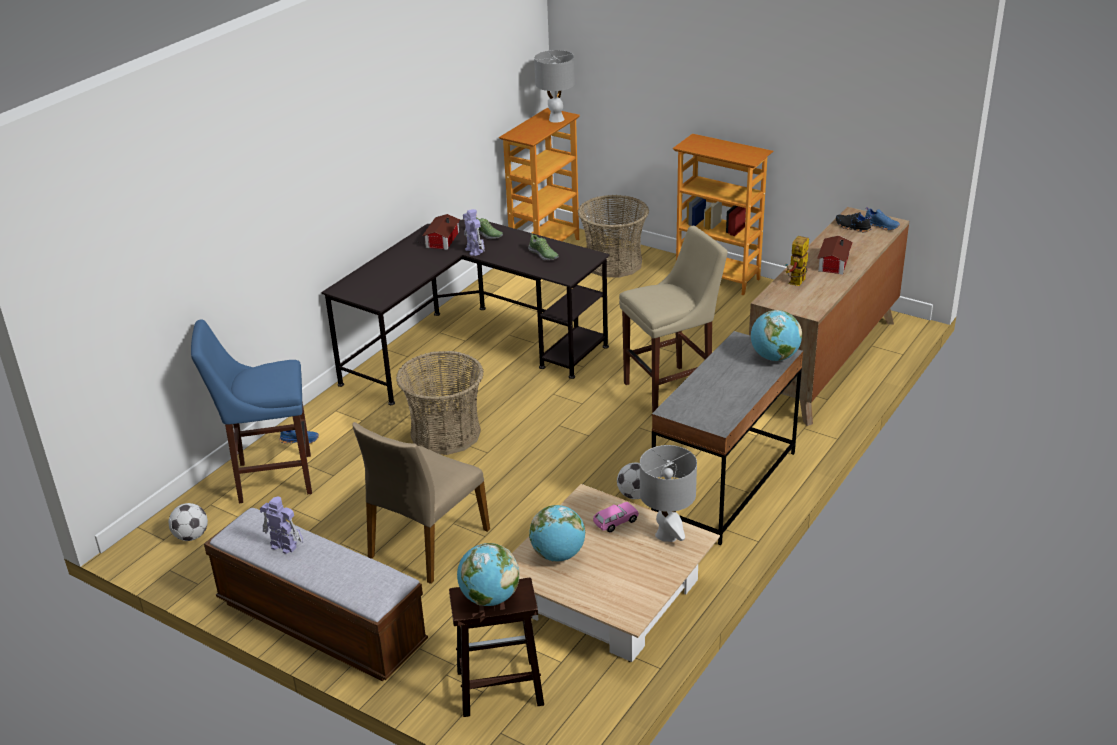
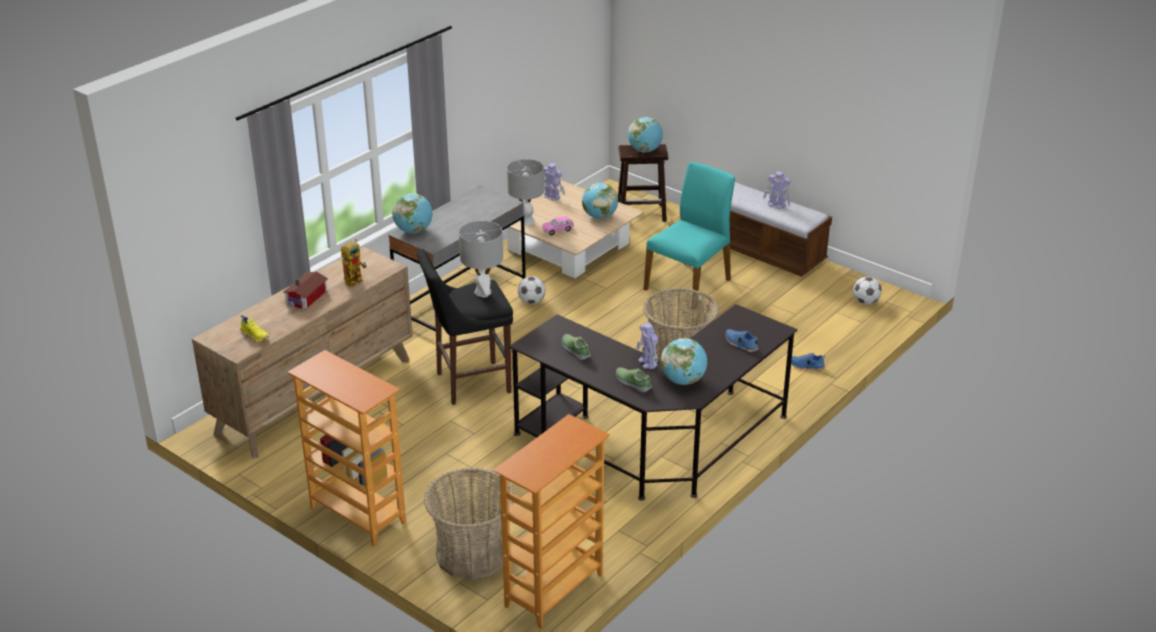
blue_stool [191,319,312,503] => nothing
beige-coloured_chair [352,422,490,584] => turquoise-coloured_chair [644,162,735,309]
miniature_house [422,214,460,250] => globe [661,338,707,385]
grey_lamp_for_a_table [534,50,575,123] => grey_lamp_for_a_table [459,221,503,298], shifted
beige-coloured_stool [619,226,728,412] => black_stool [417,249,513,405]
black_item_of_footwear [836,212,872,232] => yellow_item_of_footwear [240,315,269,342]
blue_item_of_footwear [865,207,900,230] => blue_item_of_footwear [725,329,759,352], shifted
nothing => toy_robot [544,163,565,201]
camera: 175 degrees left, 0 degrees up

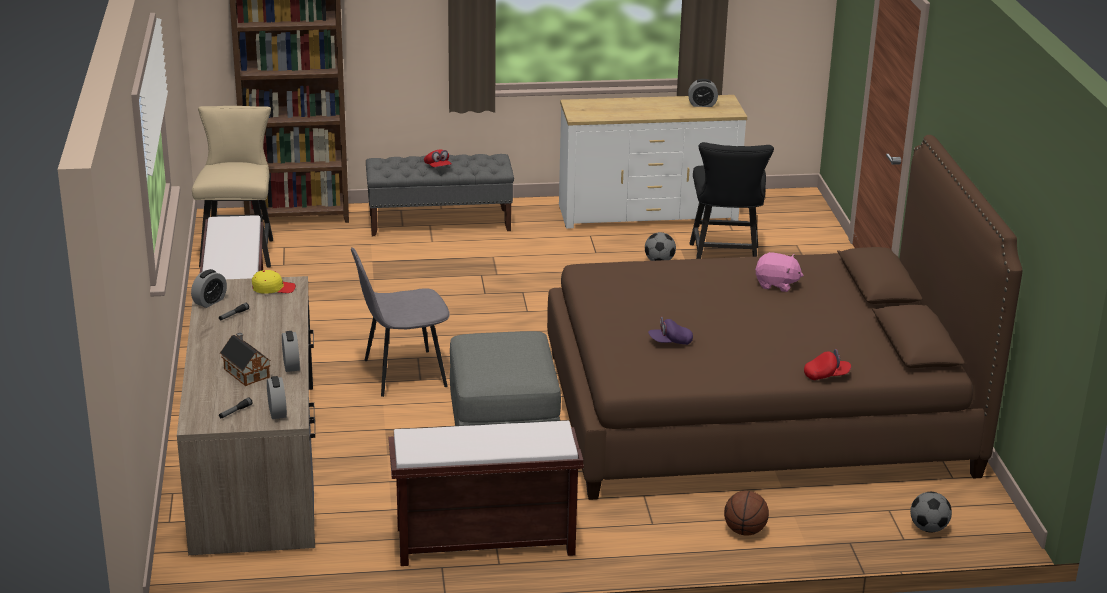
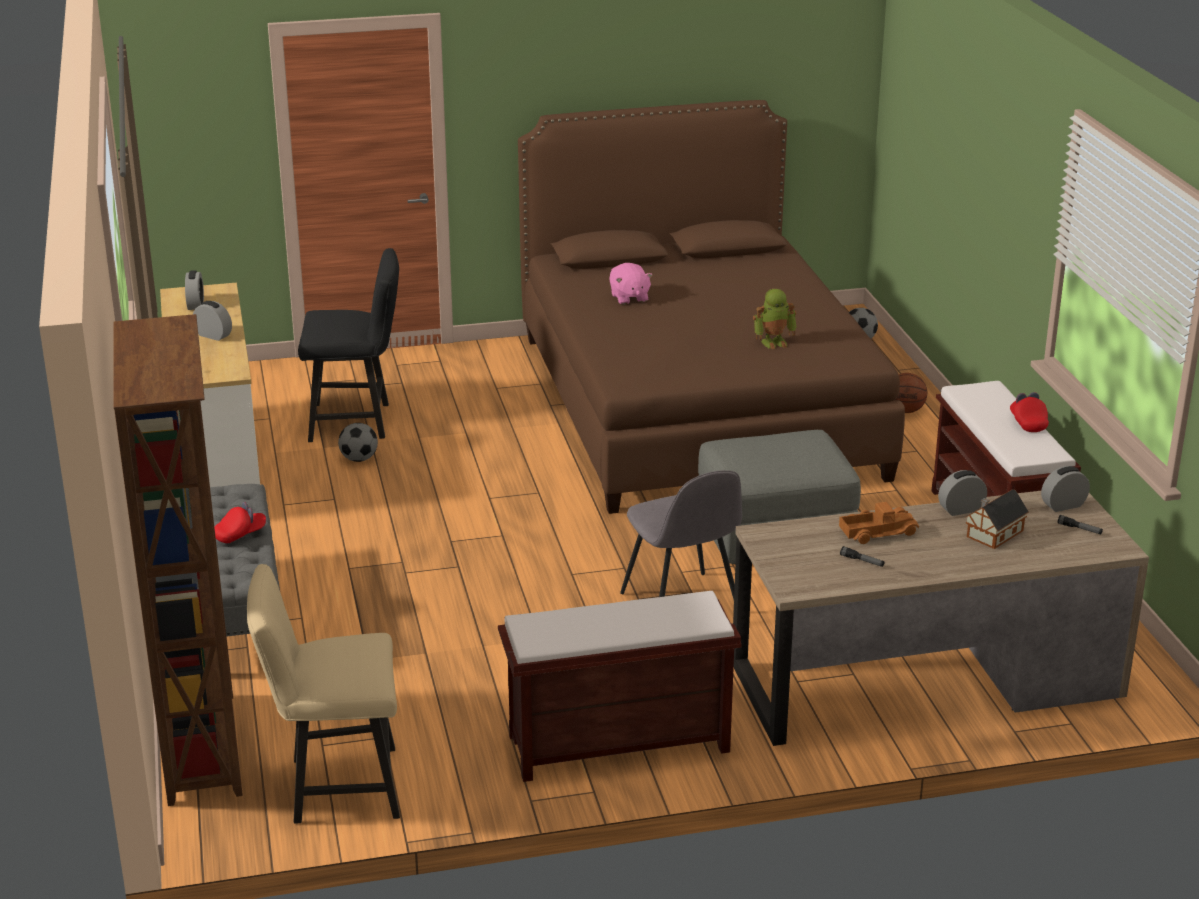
table_clock [191,269,227,308] => table_clock [193,301,232,341], shifted
yellow_cap [252,270,296,294] => nothing
purple-coloured_cap [648,317,693,345] => toy_robot [753,289,796,349]
pinkish_soft_toy [755,252,804,292] => pinkish_soft_toy [609,263,653,305], 150 degrees clockwise
red-coloured_cap [804,349,851,380] => red-coloured_cap [1010,392,1049,432], shifted
nothing => toy_truck [839,502,919,544]
camera: 95 degrees left, 0 degrees up

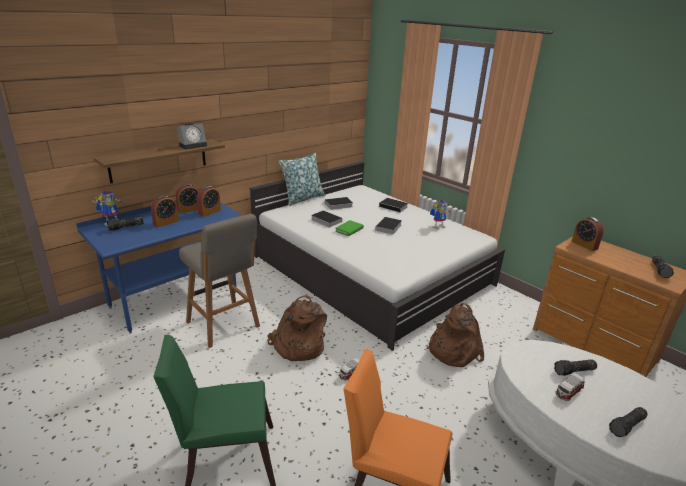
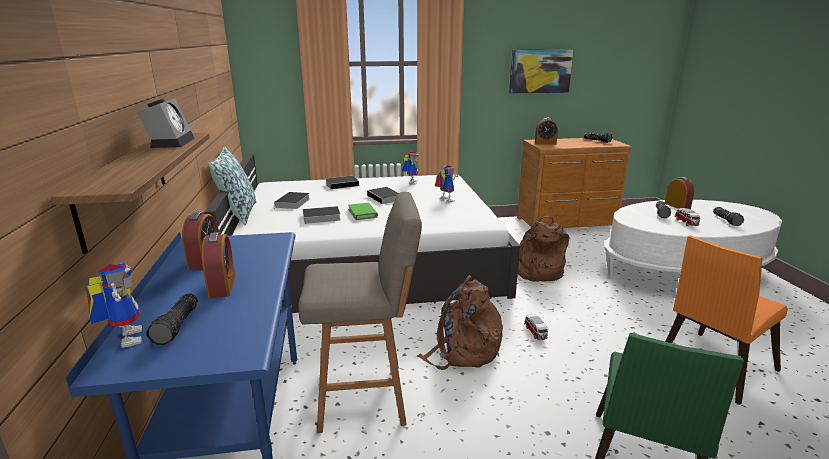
table_clock [197,186,221,217] => table_clock [665,177,695,209], shifted
nothing => toy_robot [435,165,459,202]
nothing => wall_picture [509,49,574,94]
camera: 55 degrees left, 5 degrees down

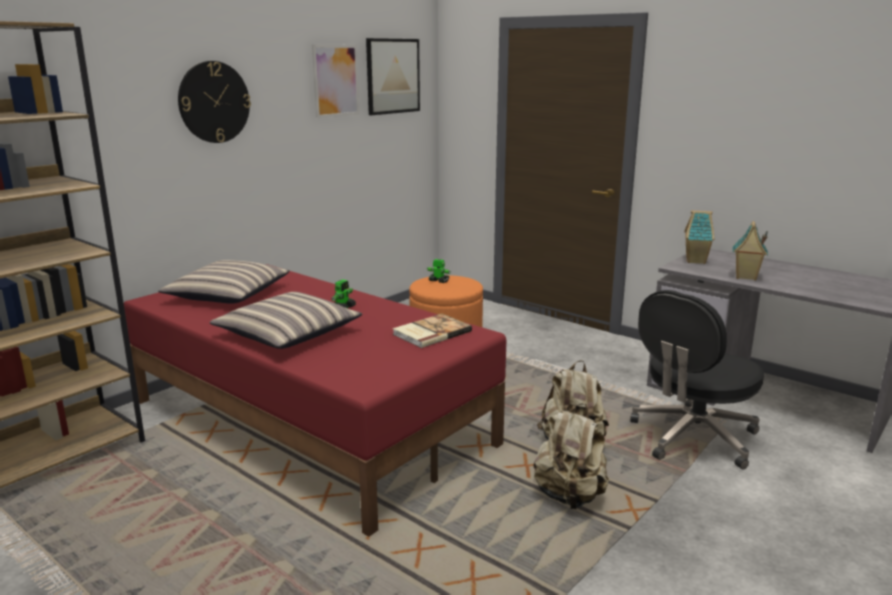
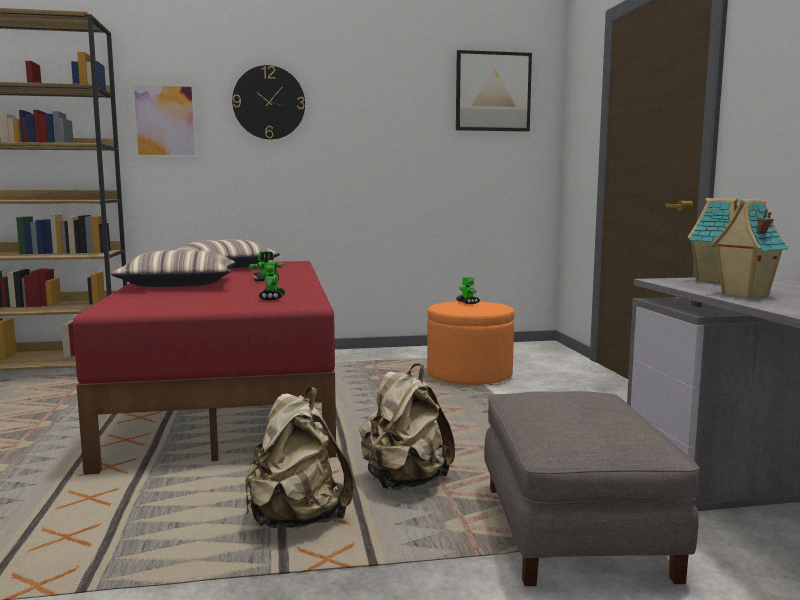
wall_picture [312,44,360,118] => wall_picture [130,82,199,159], shifted
book [393,314,472,348] => toy_robot [258,263,286,301]
black_computer_chair [630,290,764,469] => grey_pouffe [484,391,700,586]
camera: 40 degrees right, 10 degrees down

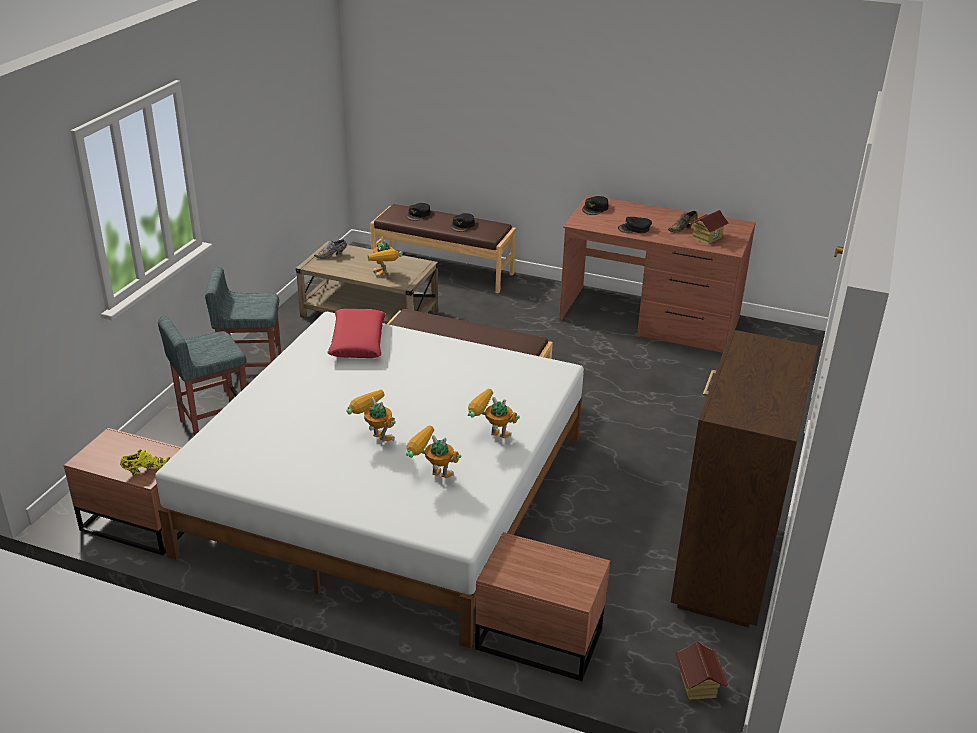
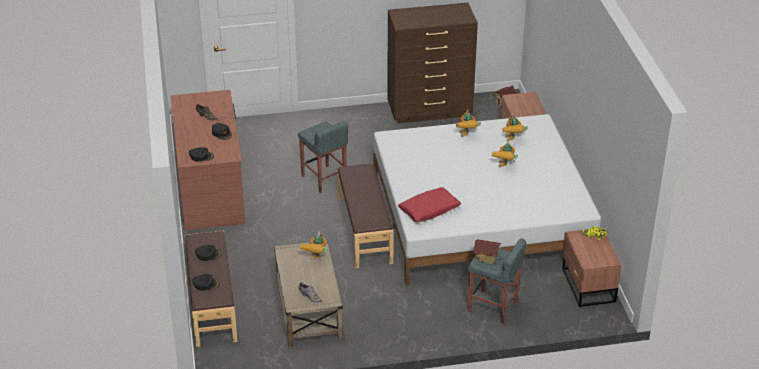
grey_stool [205,267,281,392] => grey_stool [298,121,348,193], shifted
toy_robot [368,237,403,277] => toy_robot [300,231,328,260], 150 degrees clockwise
miniature_house [689,210,729,244] => miniature_house [473,239,501,264], shifted
camera: 120 degrees left, 5 degrees up

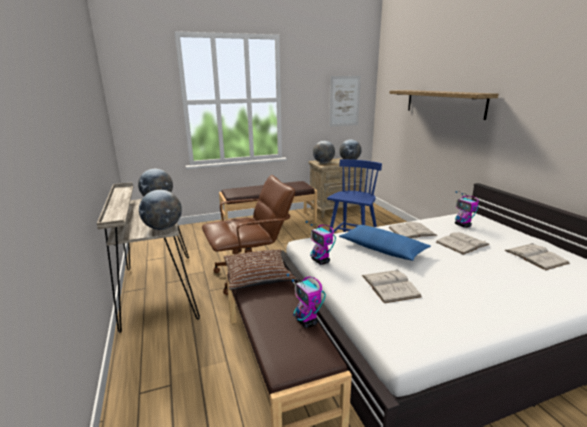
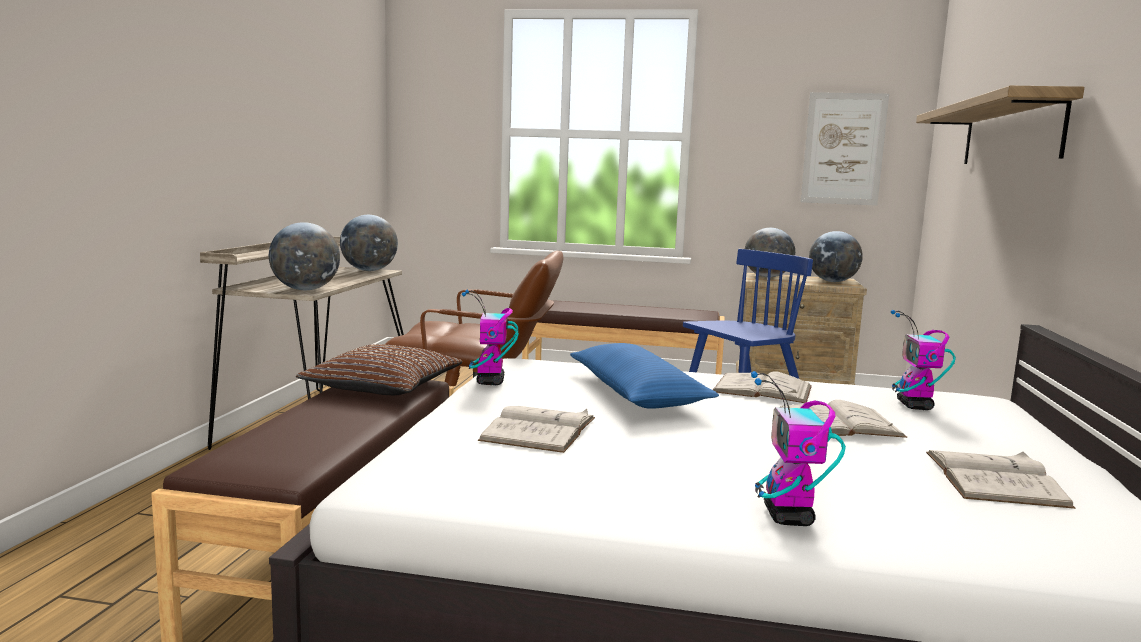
toy_robot [287,274,326,328] => toy_robot [751,371,846,526], shifted
camera: 30 degrees right, 10 degrees down

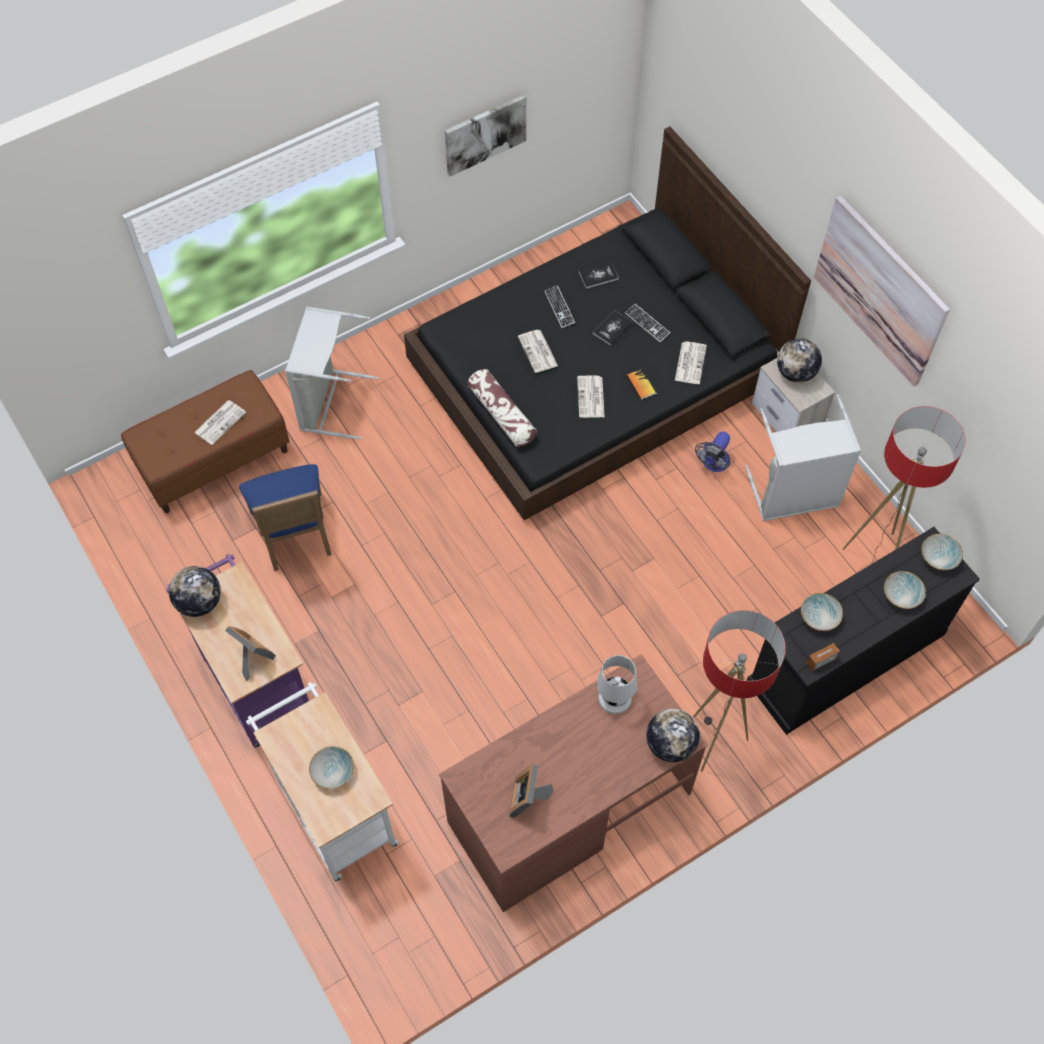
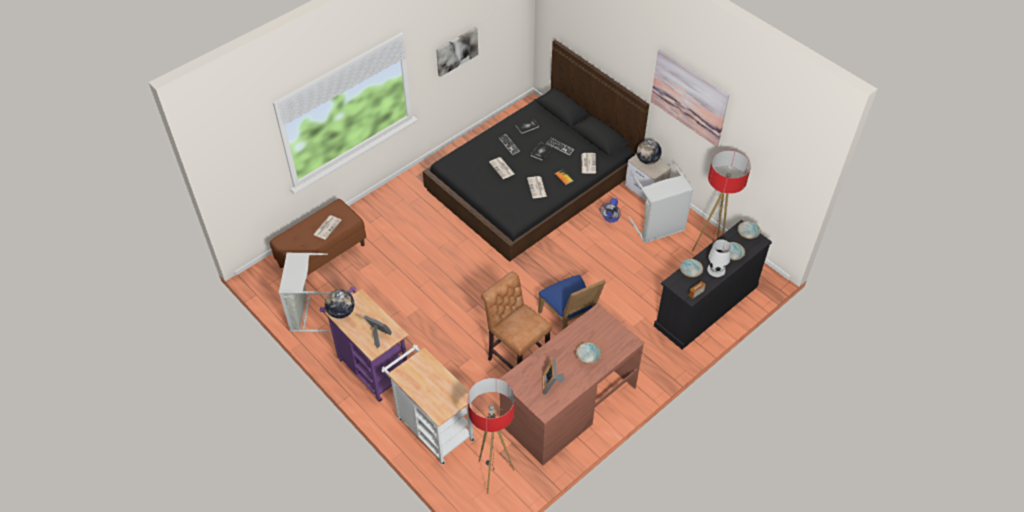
blue_chair [239,464,332,571] => blue_chair [538,275,606,329], shifted
grey_laundry_basket [285,306,379,440] => grey_laundry_basket [279,253,331,332], shifted
bowl [309,746,354,789] => bowl [576,342,601,364], shifted
cushion [467,369,537,447] => nothing
white-coloured_lamp_for_a_table [597,655,637,714] => white-coloured_lamp_for_a_table [707,239,731,277], shifted
globe [646,708,700,762] => nothing
standard_lamp [693,610,786,772] => standard_lamp [468,378,515,494], shifted
nothing => brown_stool [481,271,552,369]
camera: 10 degrees left, 10 degrees down

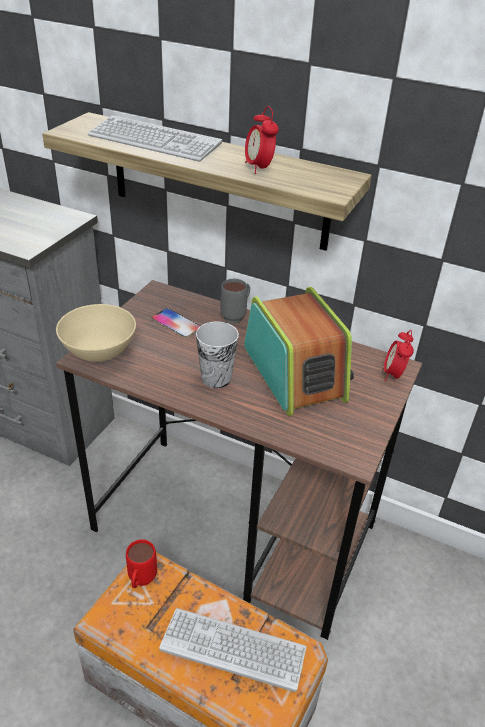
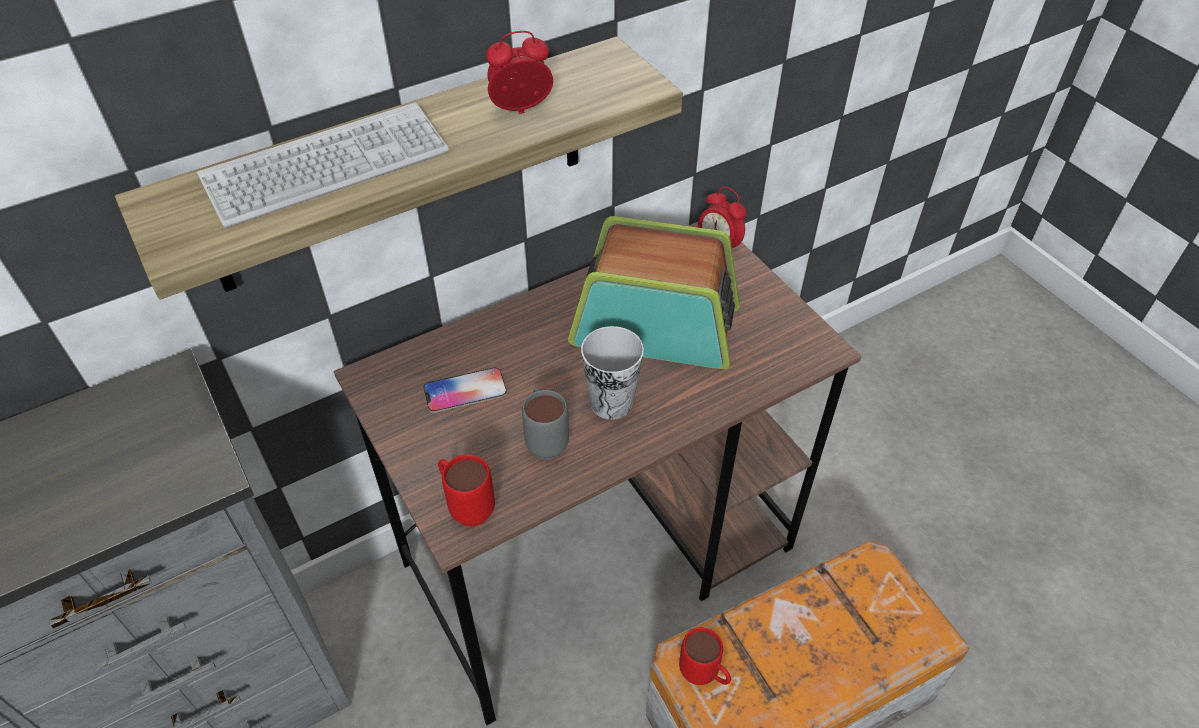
beige-coloured_bowl [56,304,136,362] => red-coloured_coffee_mug [438,454,495,527]
computer_keyboard [159,608,307,692] => nothing
grey_coffee_mug [220,279,250,323] => grey_coffee_mug [522,388,569,460], shifted
table_clock [245,106,279,174] => table_clock [486,31,553,114], 150 degrees clockwise
camera: 55 degrees left, 10 degrees up

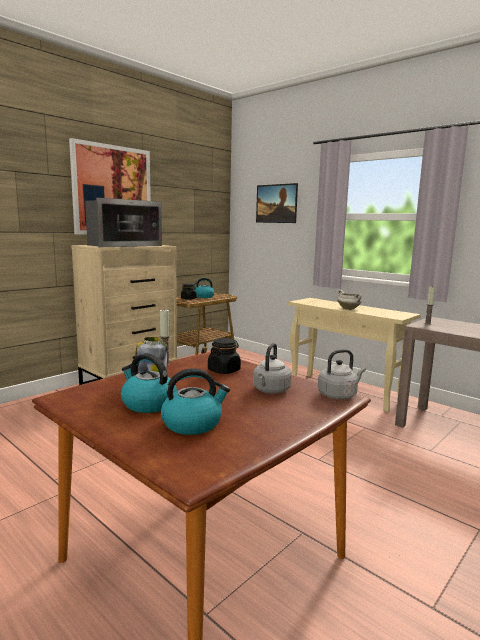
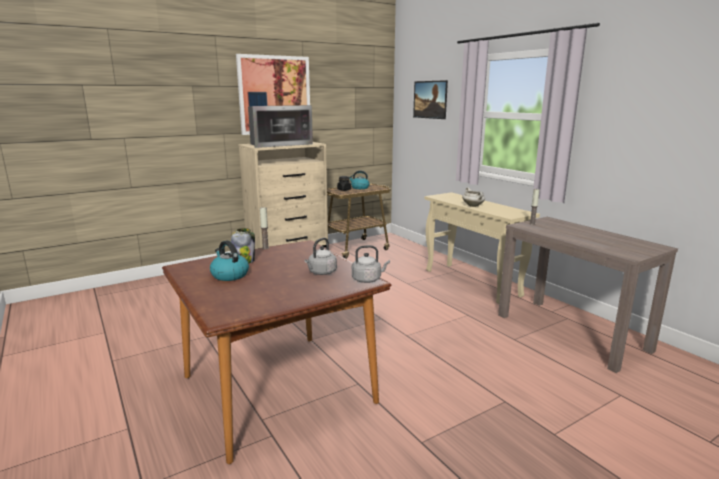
water_kettle [161,368,230,435] => nothing
black_jar [208,338,241,374] => nothing
camera: 15 degrees right, 5 degrees up

